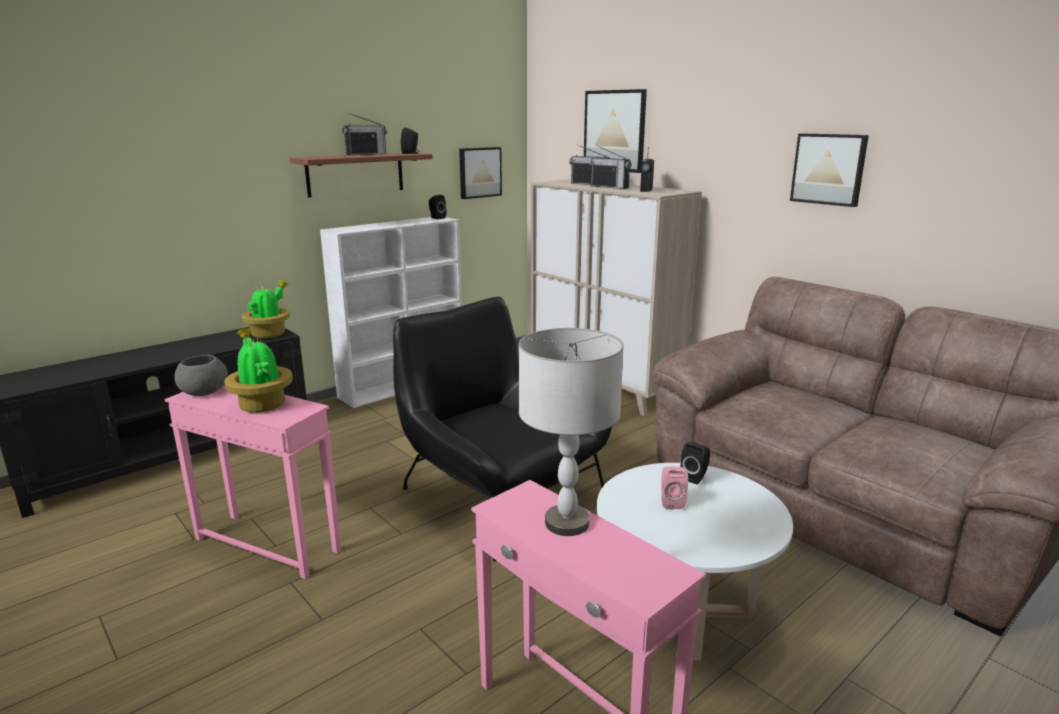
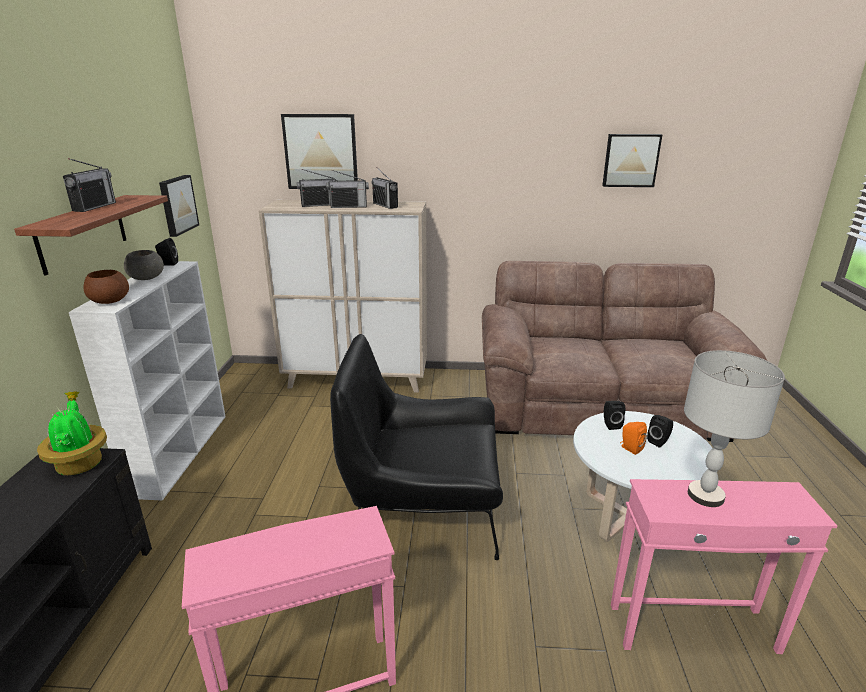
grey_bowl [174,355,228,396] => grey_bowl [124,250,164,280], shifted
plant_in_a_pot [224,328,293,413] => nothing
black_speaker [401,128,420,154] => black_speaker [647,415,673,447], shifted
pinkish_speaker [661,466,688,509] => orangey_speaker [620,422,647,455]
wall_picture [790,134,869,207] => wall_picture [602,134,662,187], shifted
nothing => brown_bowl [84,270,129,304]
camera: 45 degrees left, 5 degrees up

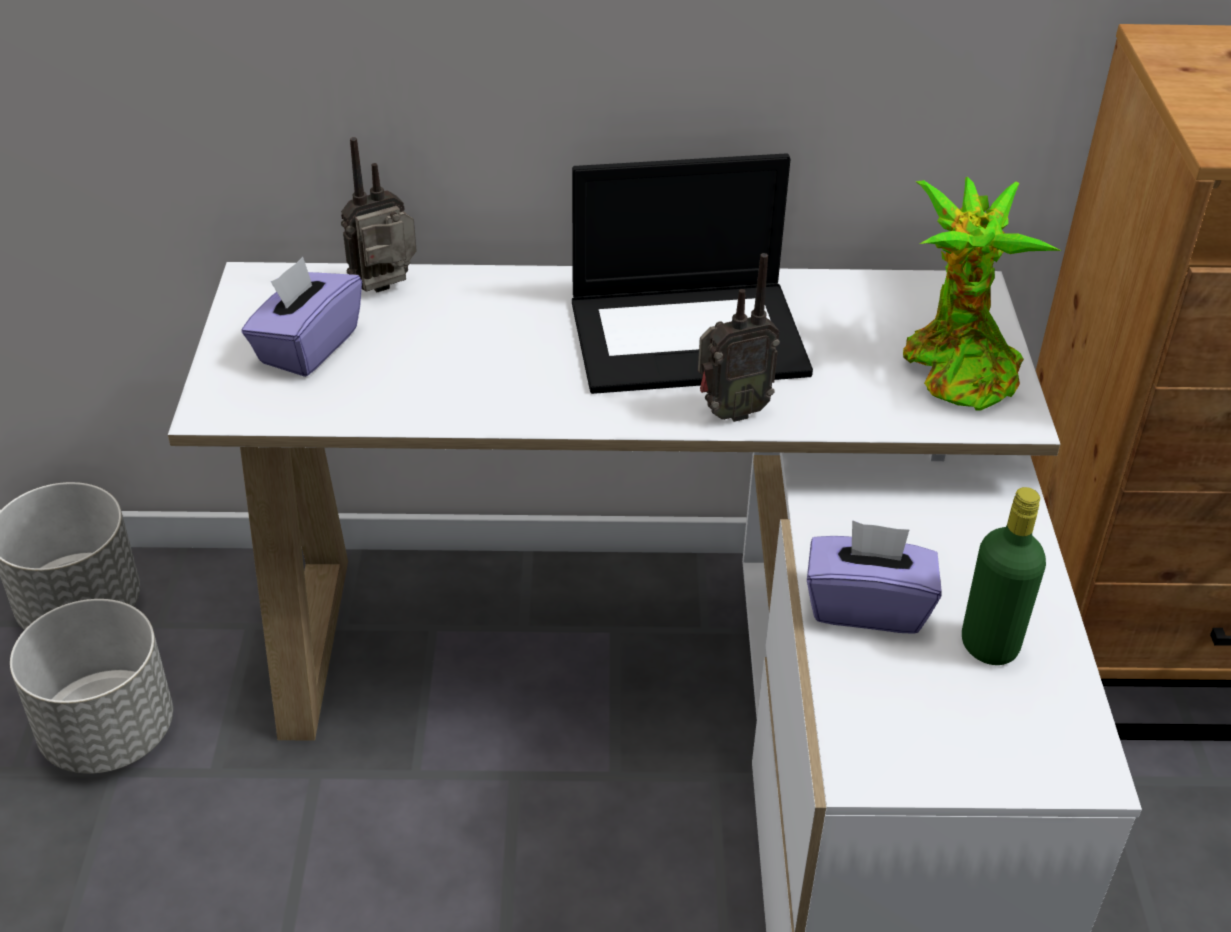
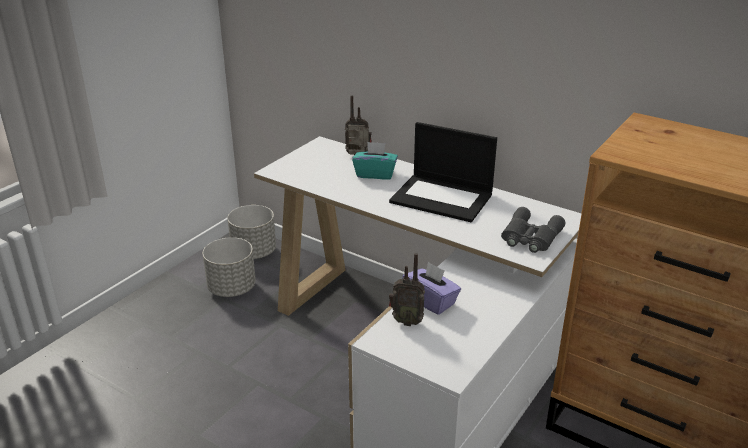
purple-coloured_tissue_box [241,257,362,377] => nothing
radio_set [698,253,780,422] => radio_set [389,253,425,326], shifted
plant_in_a_pot [903,177,1062,411] => grey_field_glasses [501,207,565,253]
green_beverage_bottle [962,487,1046,665] => nothing
nothing => turquoise-coloured_tissue_box [352,142,398,180]
camera: 35 degrees right, 10 degrees down

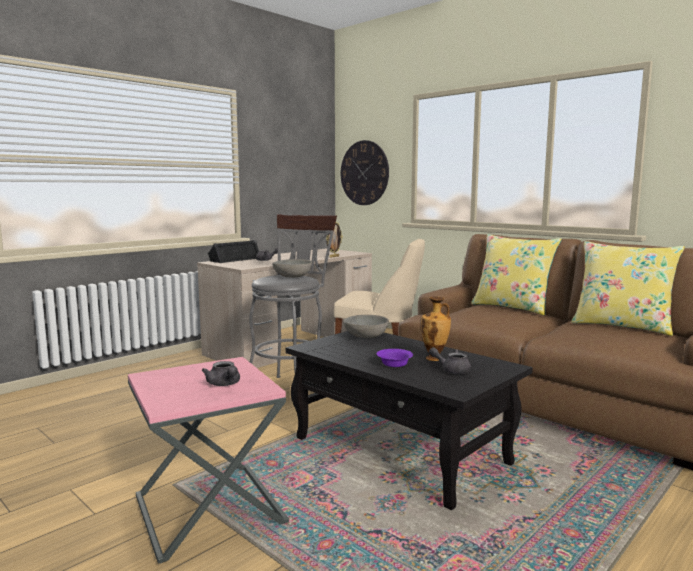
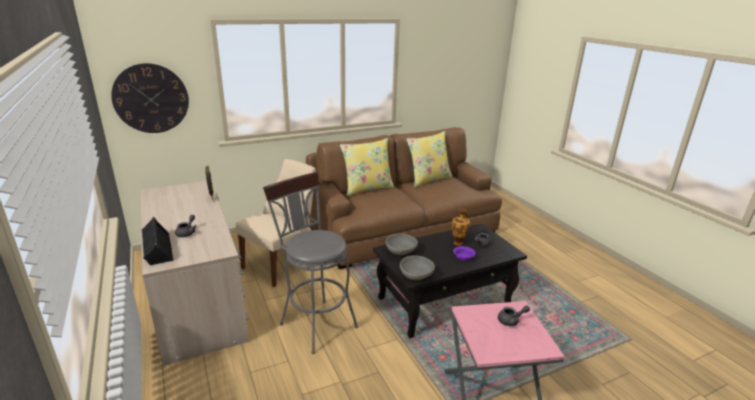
grey_bowl [272,259,312,278] => grey_bowl [400,255,435,280], shifted
camera: 70 degrees left, 15 degrees up

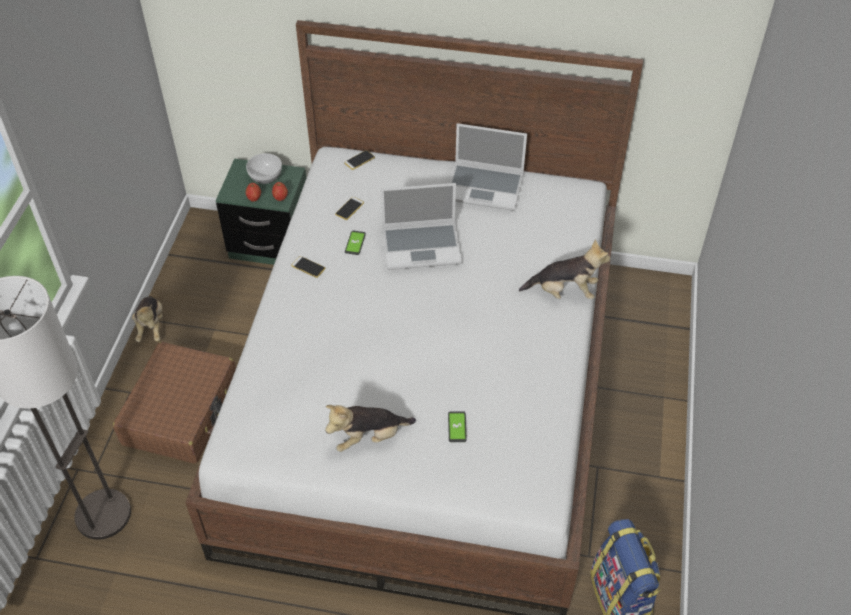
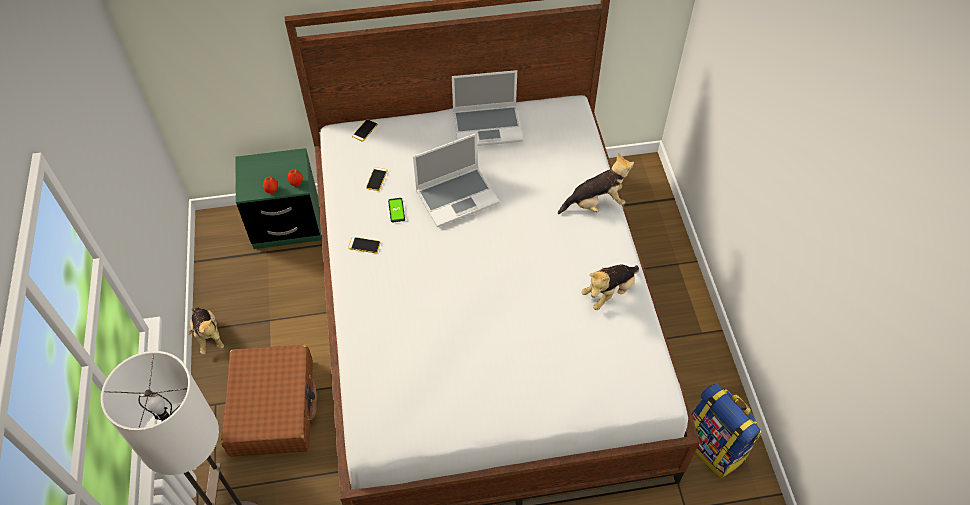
bowl [246,153,282,184] => nothing
soft_toy [325,405,416,452] => soft_toy [581,265,639,310], shifted
phone [448,411,467,442] => nothing
camera: 20 degrees left, 5 degrees up

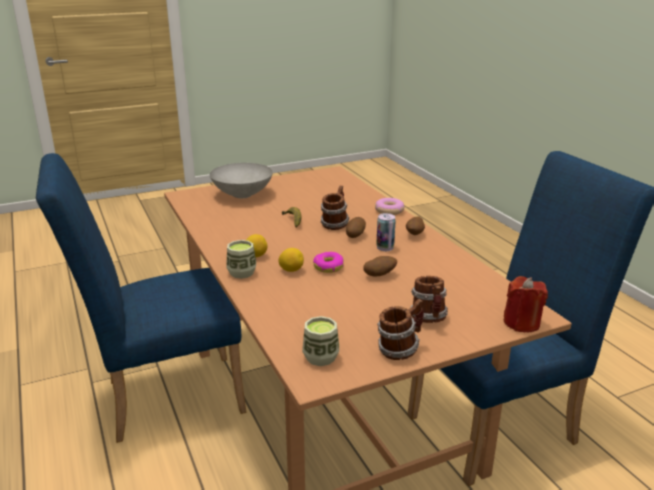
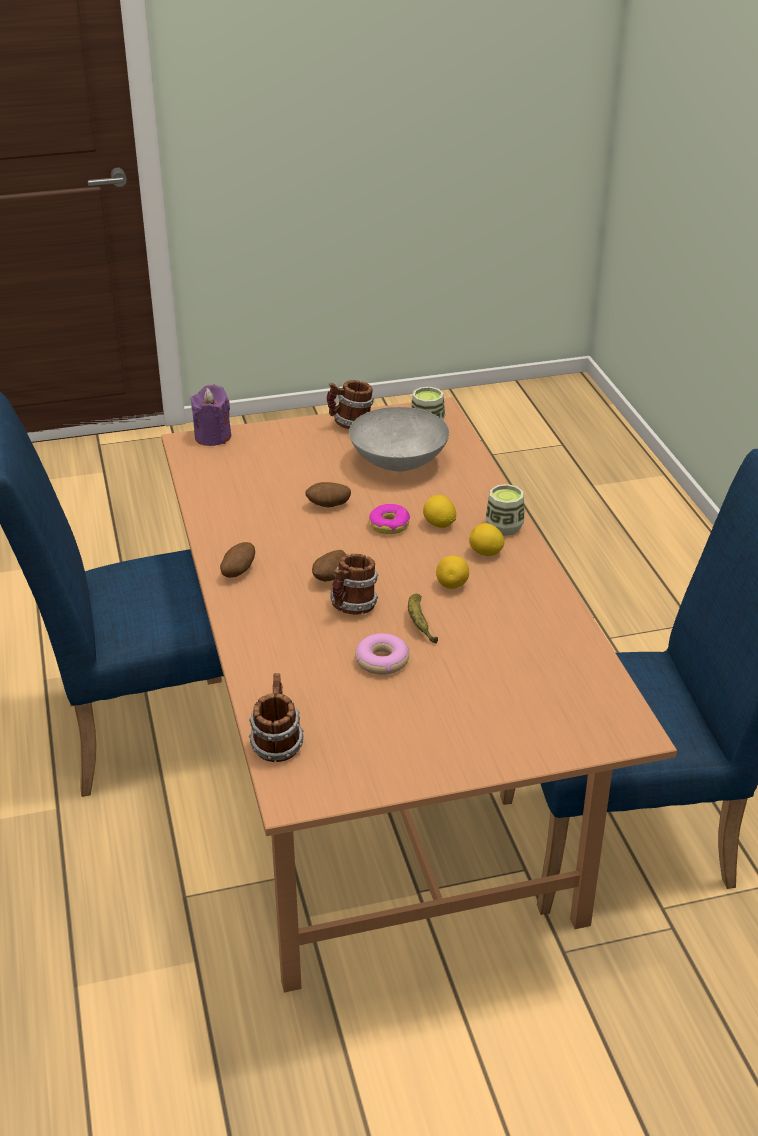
grey_bowl [210,163,273,198] => grey_bowl [349,407,449,472], shifted
doughnut [375,198,404,215] => doughnut [355,633,409,675], shifted
metal_can [377,213,396,251] => nothing
coffee_mug [409,276,448,323] => coffee_mug [249,673,304,762], shifted
red-coloured_wax_light [504,276,548,333] => purple-coloured_wax_light [190,385,232,446]
nothing => citrus_fruit [436,556,469,589]
camera: 170 degrees left, 10 degrees up

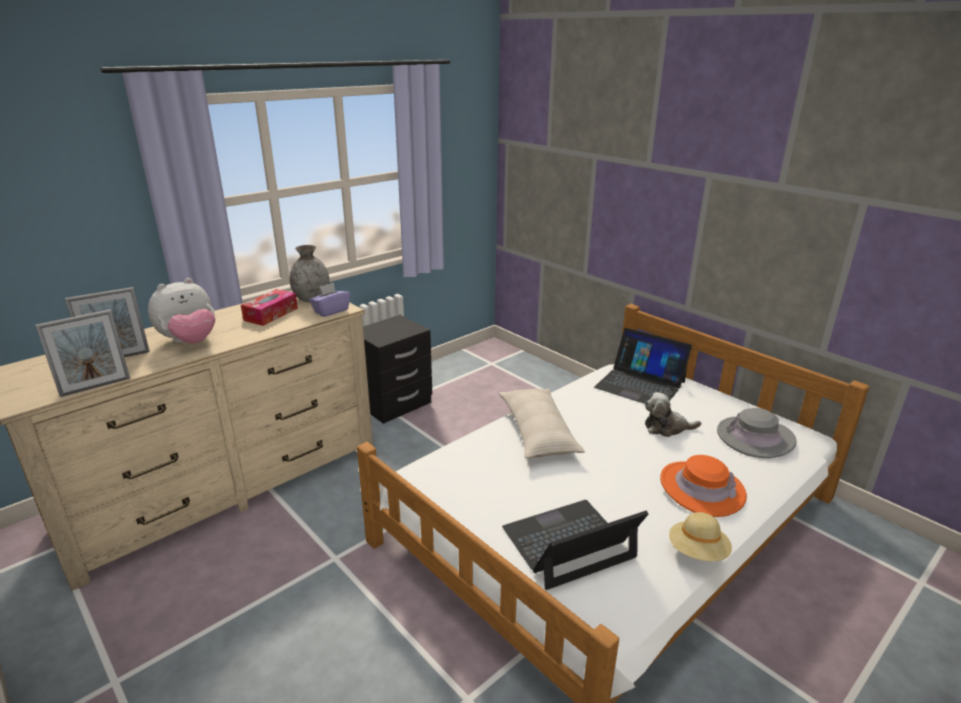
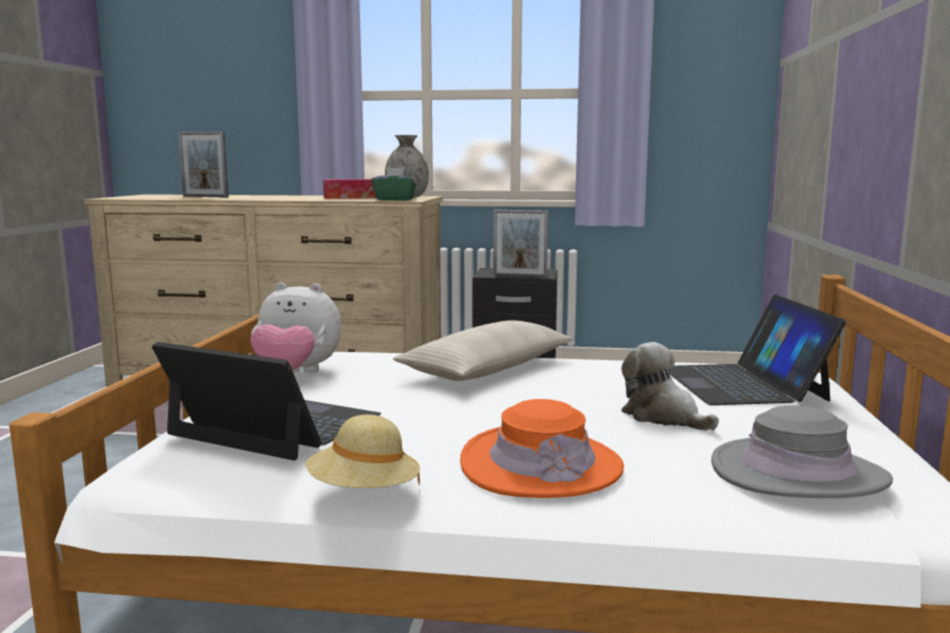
picture_frame [35,309,130,397] => picture_frame [493,210,548,278], shifted
soft_toy [148,278,215,344] => soft_toy [250,282,342,373], shifted
purple-coloured_tissue_box [309,283,351,317] => green_tissue_box [372,167,417,201]
camera: 50 degrees right, 15 degrees down

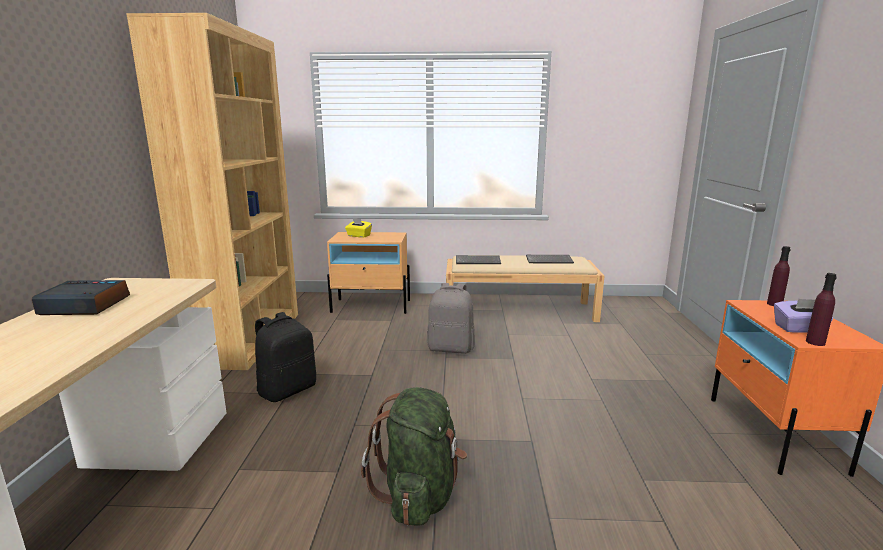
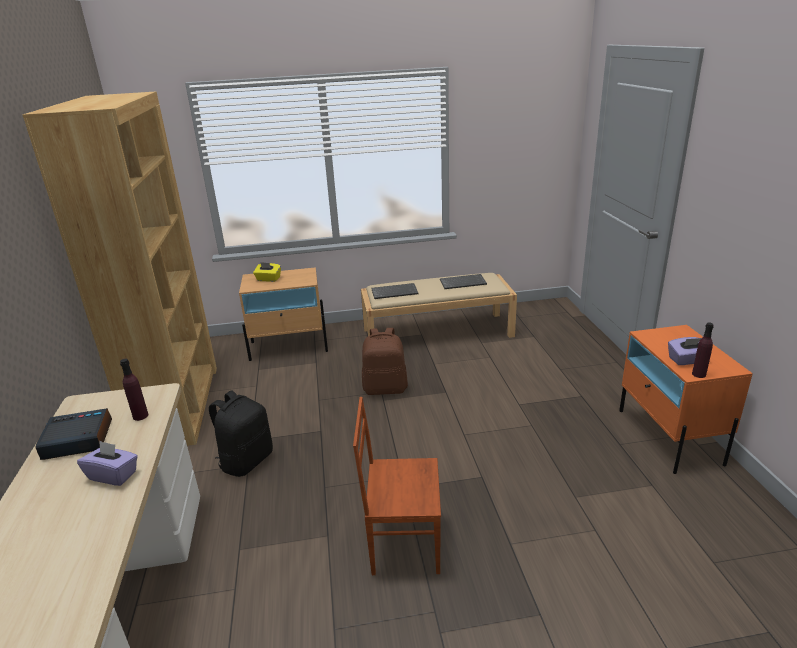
green_rucksack [361,387,467,526] => brown_chair [353,397,441,575]
grey_rucksack [427,283,475,354] => brown_rucksack [362,328,408,395]
purple-coloured_beverage_bottle [767,246,791,306] => purple-coloured_beverage_bottle [120,359,148,421], shifted
nothing => purple-coloured_tissue_box [77,441,138,486]
camera: 10 degrees left, 10 degrees up

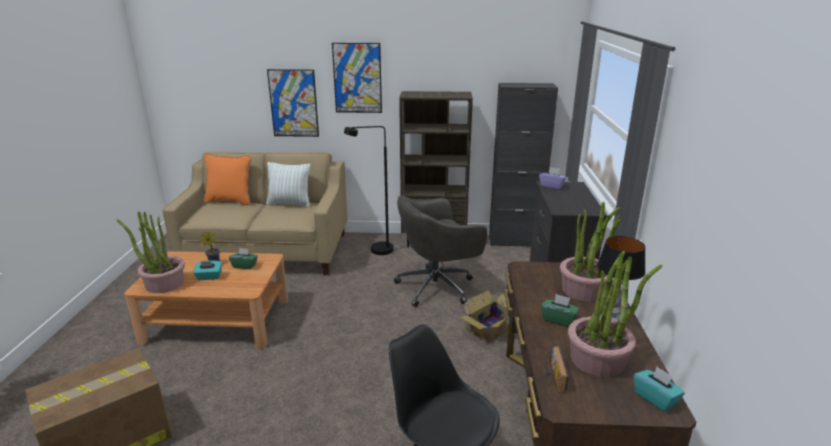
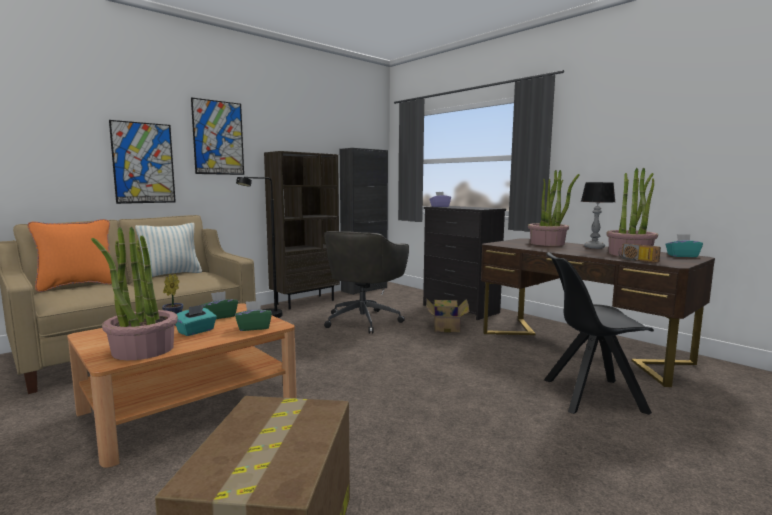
green_tissue_box [541,294,579,327] => green_tissue_box [235,301,272,331], shifted
camera: 45 degrees left, 15 degrees down

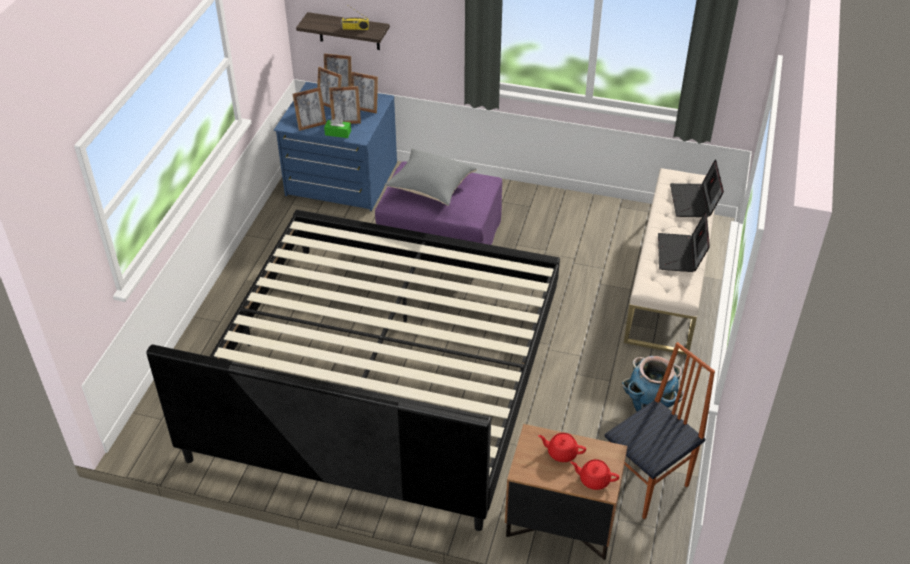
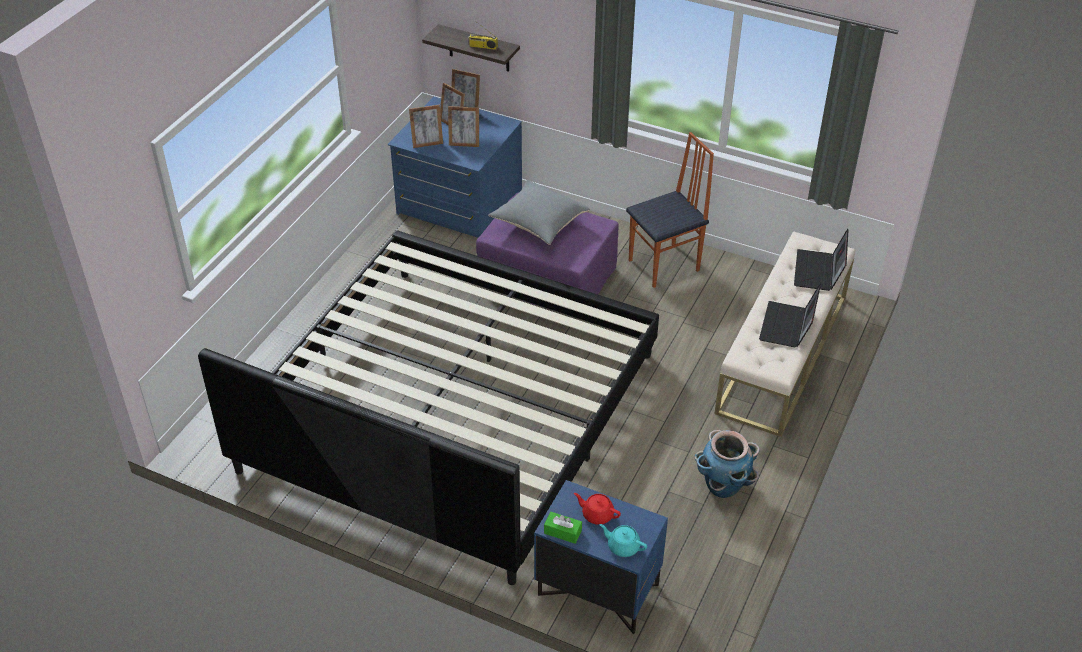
green_tissue_box [324,117,351,138] => green_tissue_box [544,512,582,544], shifted
picture_frame [351,72,378,114] => nothing
brown_nightstand [505,424,628,560] => blue_nightstand [534,480,668,634]
red-coloured_tea_pot [570,459,619,490] => turquoise-coloured_tea_pot [599,524,647,557]
chair [605,342,715,519] => chair [626,132,714,288], shifted
camera: 10 degrees right, 0 degrees up

